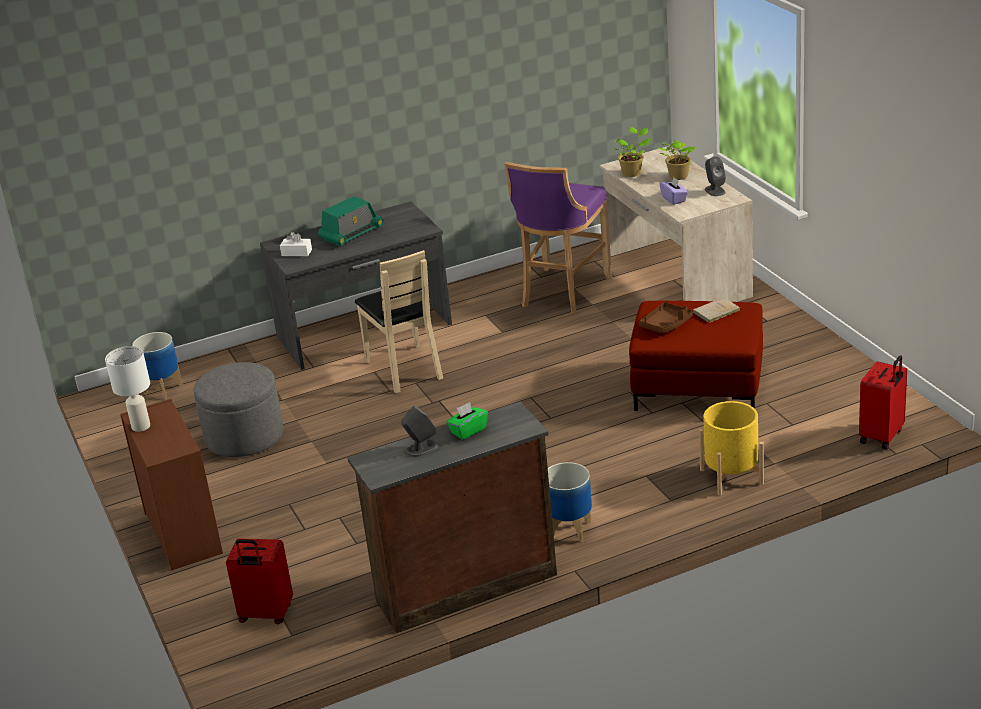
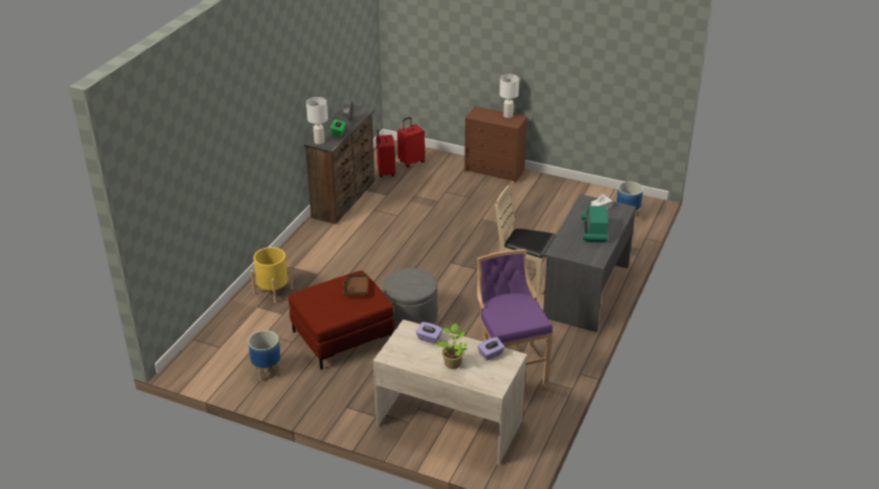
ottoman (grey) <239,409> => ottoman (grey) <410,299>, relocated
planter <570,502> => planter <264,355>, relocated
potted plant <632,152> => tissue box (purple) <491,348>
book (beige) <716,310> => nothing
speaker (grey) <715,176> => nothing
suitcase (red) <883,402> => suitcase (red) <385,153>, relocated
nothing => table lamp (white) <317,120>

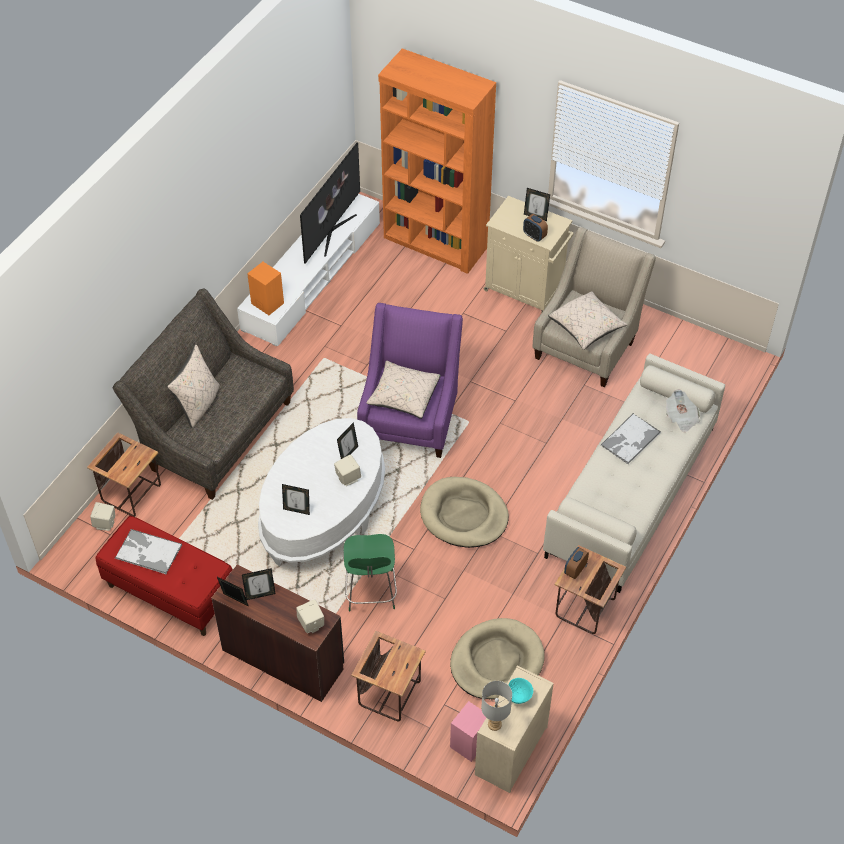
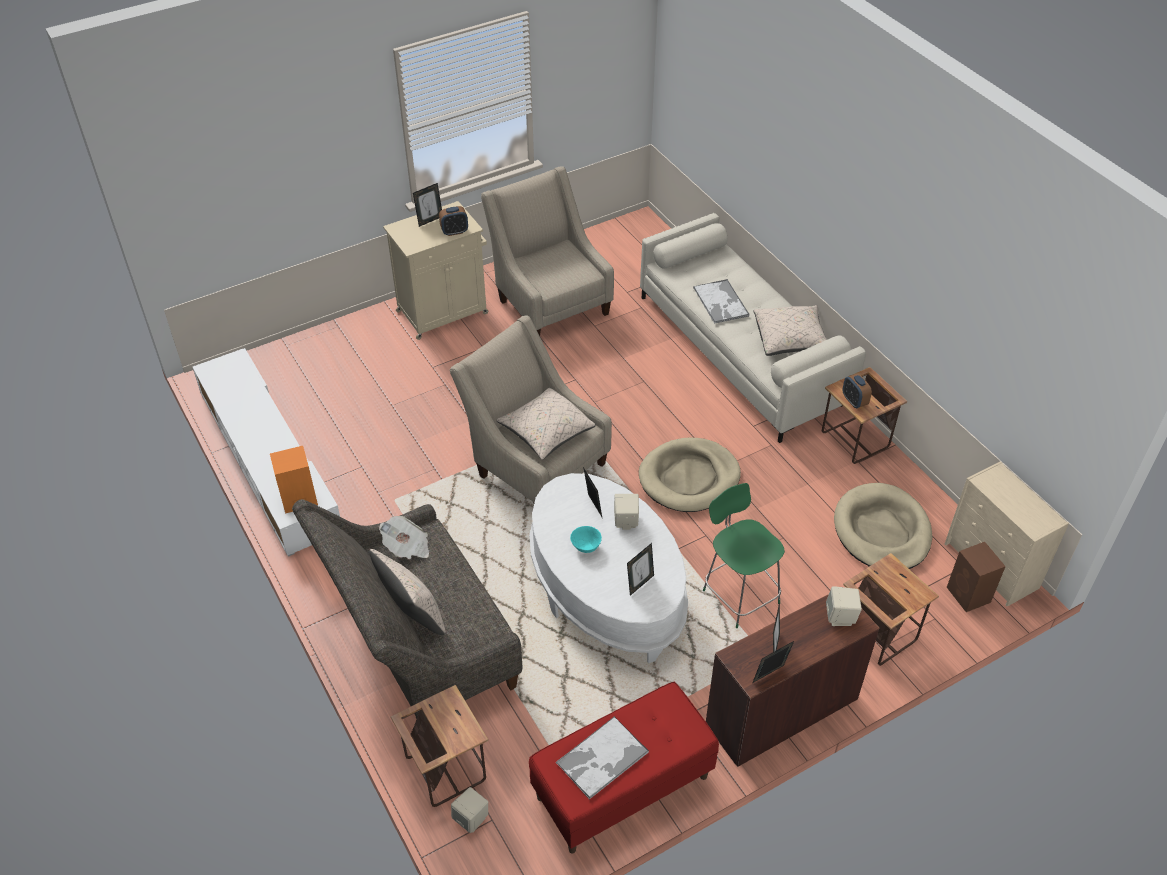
television <330,203> => nothing
chair (green) <370,572> => chair (green) <744,555>, 150 degrees counterclockwise
armchair (purple) <410,380> => armchair (beige) <531,409>
bookcase (orange) <437,161> => nothing
speaker (pink) <468,731> => speaker (brown) <976,577>
table lamp (grey) <496,706> => nothing
bowl (turquoise) <520,691> => bowl (turquoise) <586,539>, relocated
pillow (beige) <587,320> => pillow (beige) <790,330>, relocated
newspaper <683,410> => newspaper <404,537>, relocated

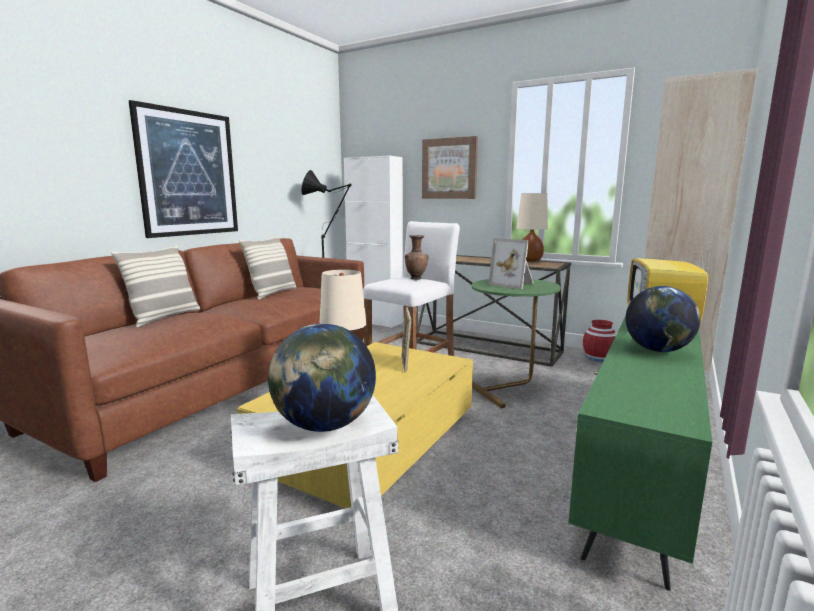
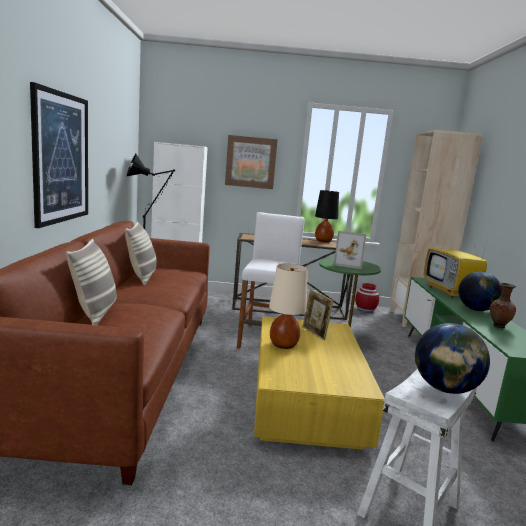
vase (brown) <417,257> => vase (brown) <503,305>, relocated
table lamp (beige) <532,227> => table lamp (black) <327,216>

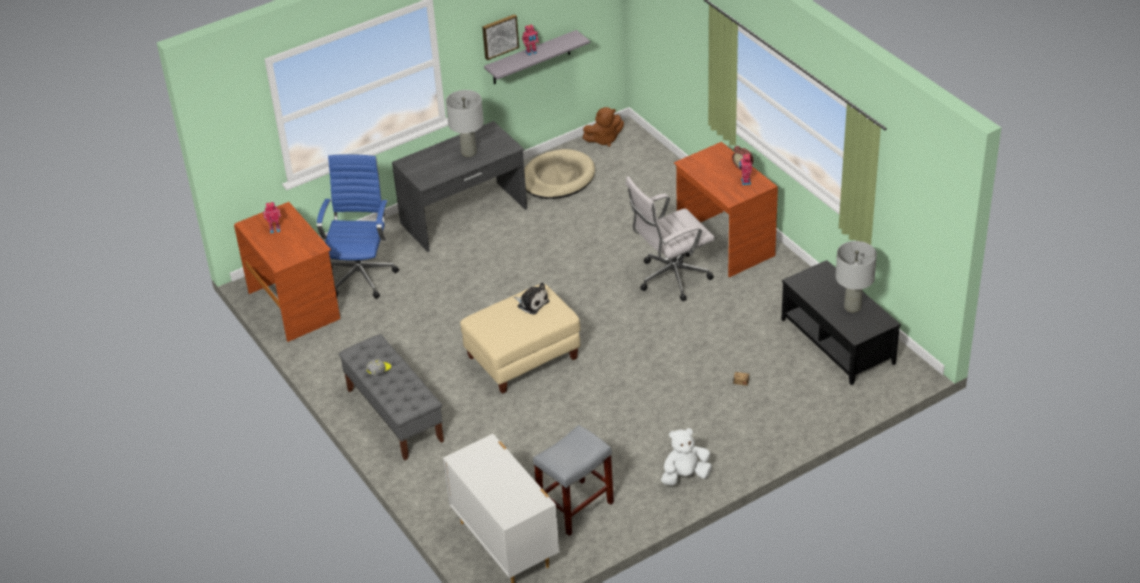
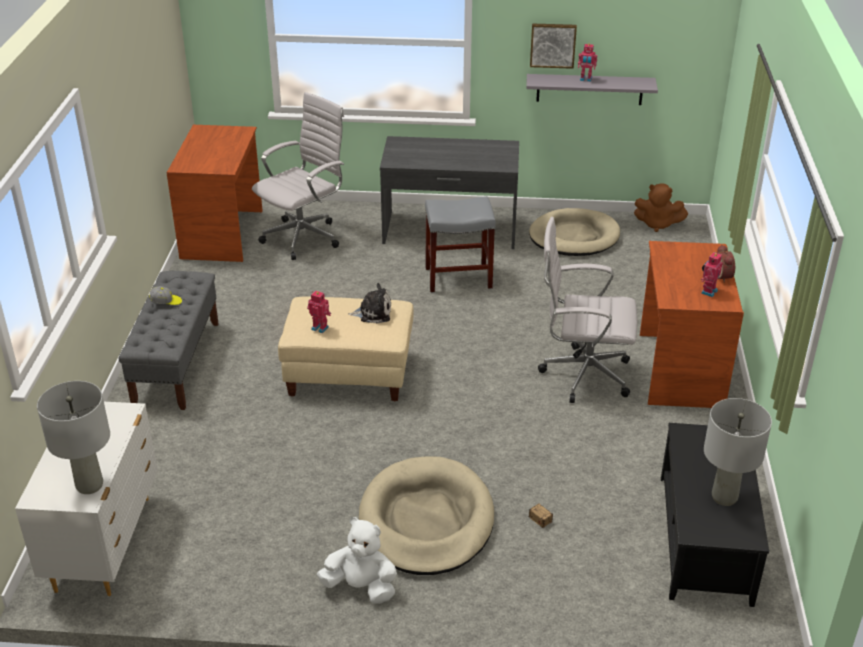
toy robot <272,217> => toy robot <319,312>, relocated
office chair (blue) <358,226> => office chair (white) <298,176>
table lamp (grey) <465,123> => table lamp (grey) <73,437>, relocated
plush toy <531,299> => plush toy <369,303>, 75 degrees counterclockwise
stool (grey) <573,480> => stool (grey) <460,244>, relocated
nothing => dog bed (beige) <426,515>

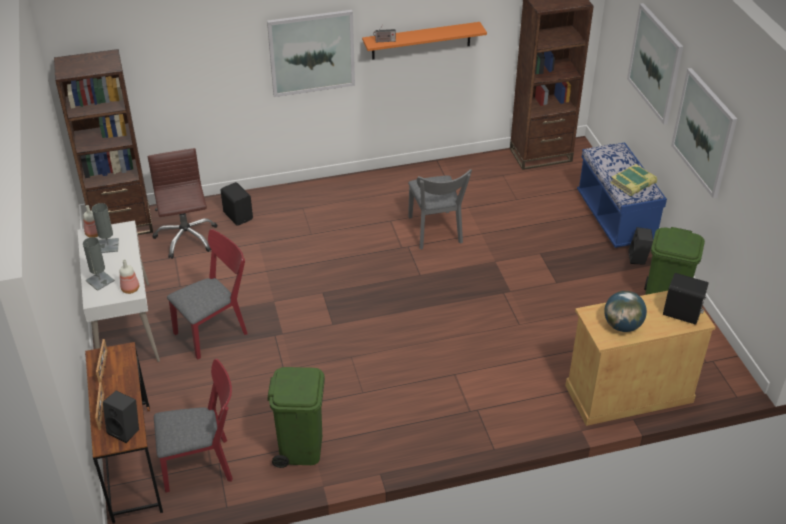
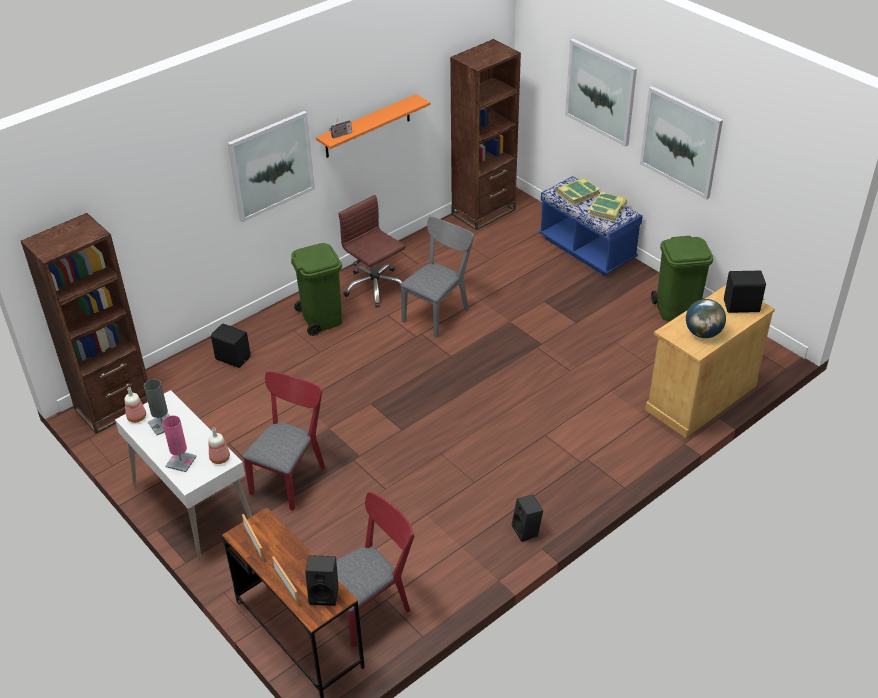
table lamp (grey) <99,264> => table lamp (pink) <180,443>
office chair (brown) <182,203> => office chair (brown) <371,251>, relocated
trash can (green) <296,417> => trash can (green) <316,289>, relocated
chair (grey) <440,209> => chair (grey) <437,277>, 105 degrees counterclockwise
speaker (black) <640,246> => speaker (black) <527,518>, relocated
nothing => book <578,191>

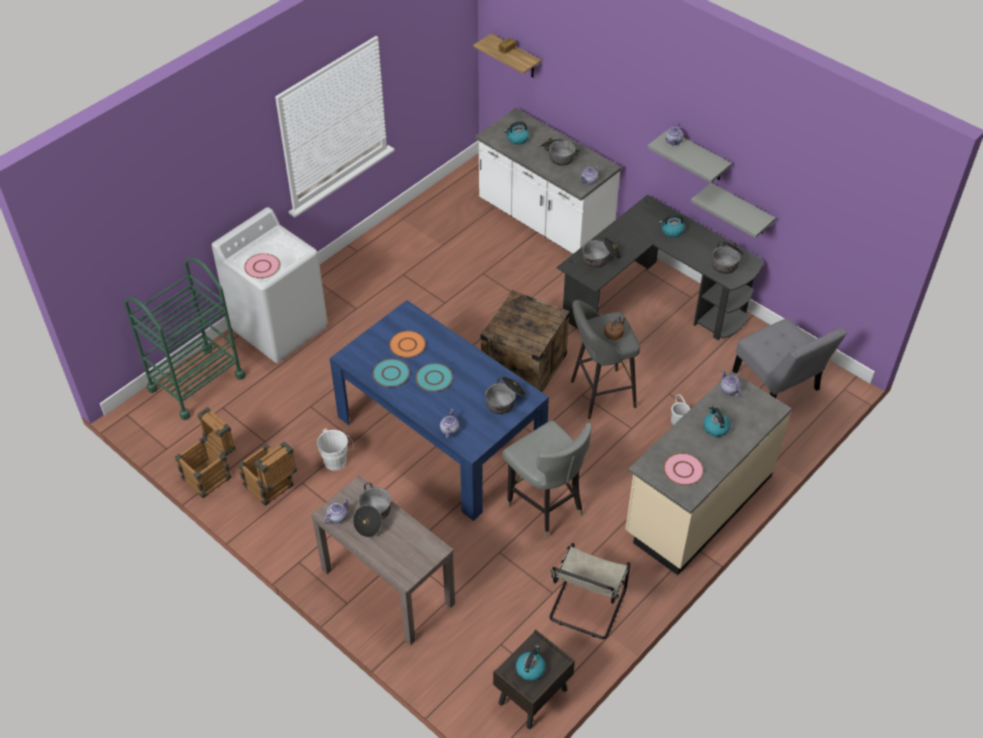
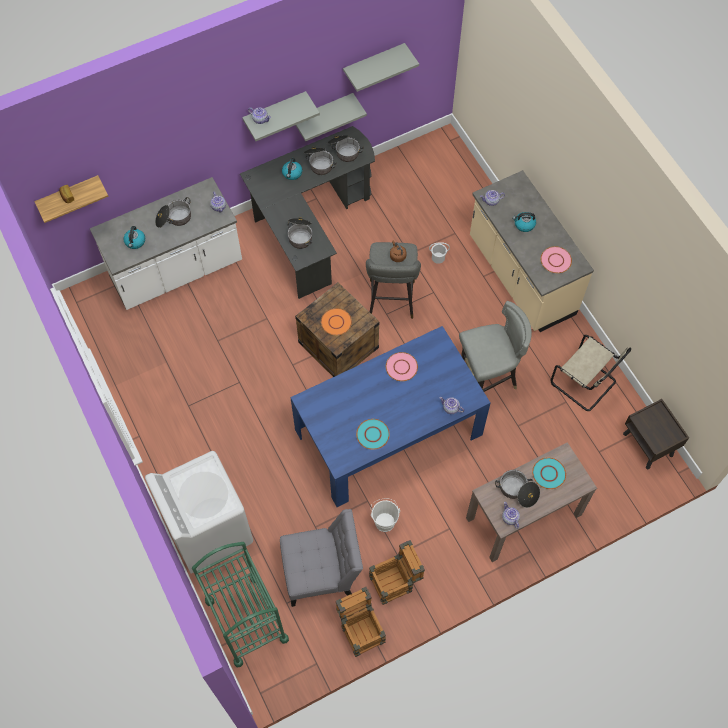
plate (pink) <262,265> => plate (pink) <402,366>, relocated
plate (orange) <407,344> => plate (orange) <336,322>, relocated
plate (turquoise) <434,377> => plate (turquoise) <549,473>, relocated
cooking pot <505,395> => cooking pot <320,160>, relocated
kettle <530,663> => nothing
chair (grey) <789,358> => chair (grey) <321,558>, relocated
nothing => shelf (grey) <381,67>

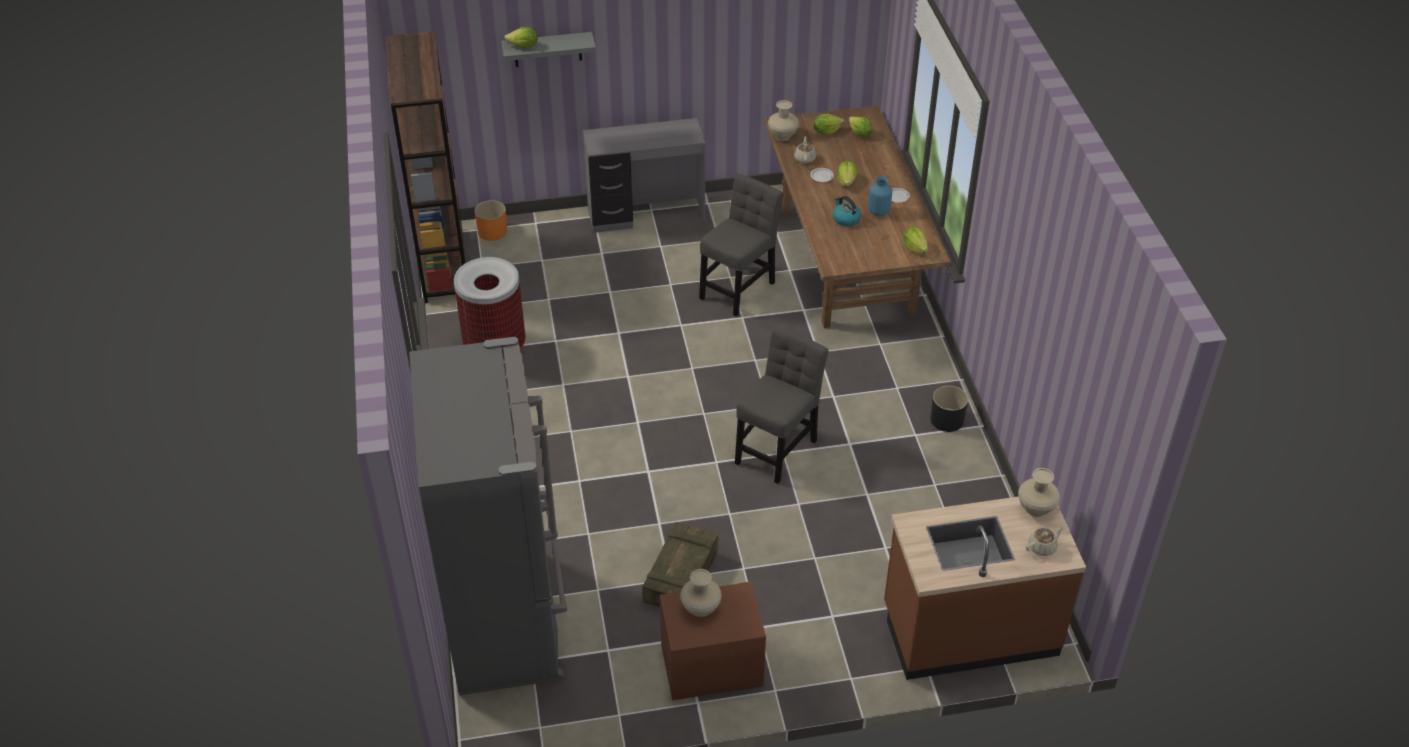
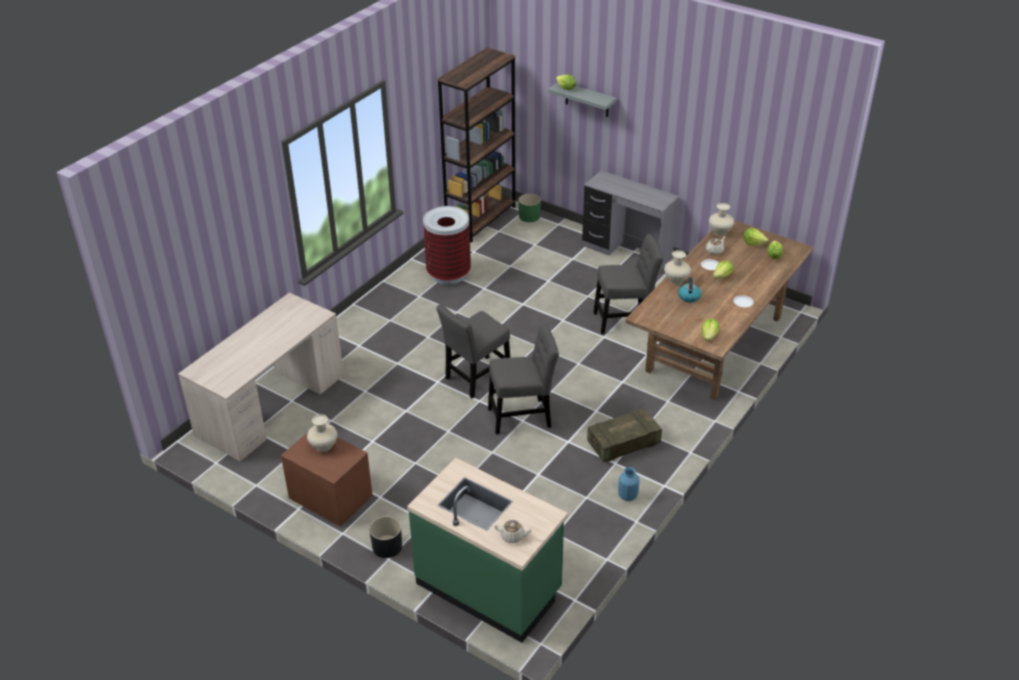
fridge (grey) <488,516> => desk (beige) <261,377>
planter (orange) <491,220> => planter (green) <529,208>
crate <680,564> => crate <624,435>, relocated
vase (blue) <880,196> => vase (blue) <628,484>, relocated
counter (brown) <985,588> => counter (green) <487,550>
planter (black) <949,409> => planter (black) <385,537>, relocated
vase (beige) <1039,492> => vase (beige) <677,267>, relocated
nothing => chair (grey) <473,351>

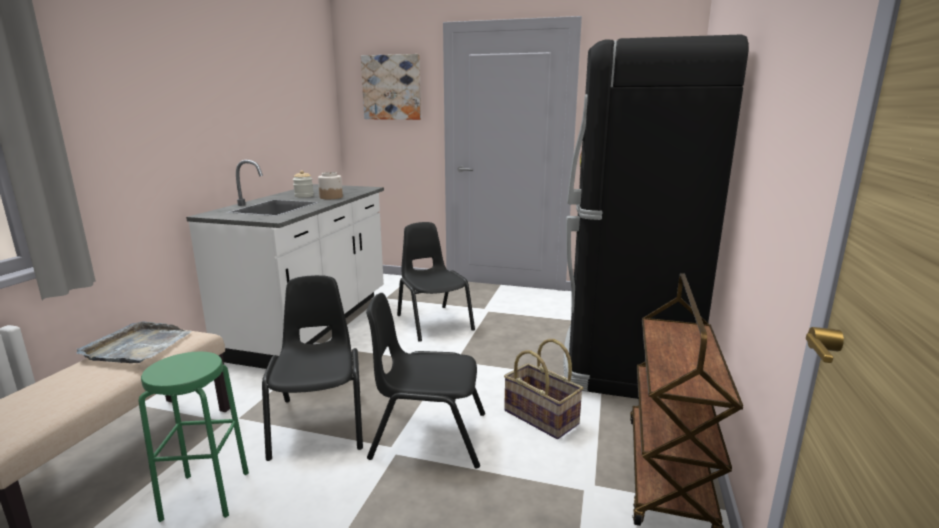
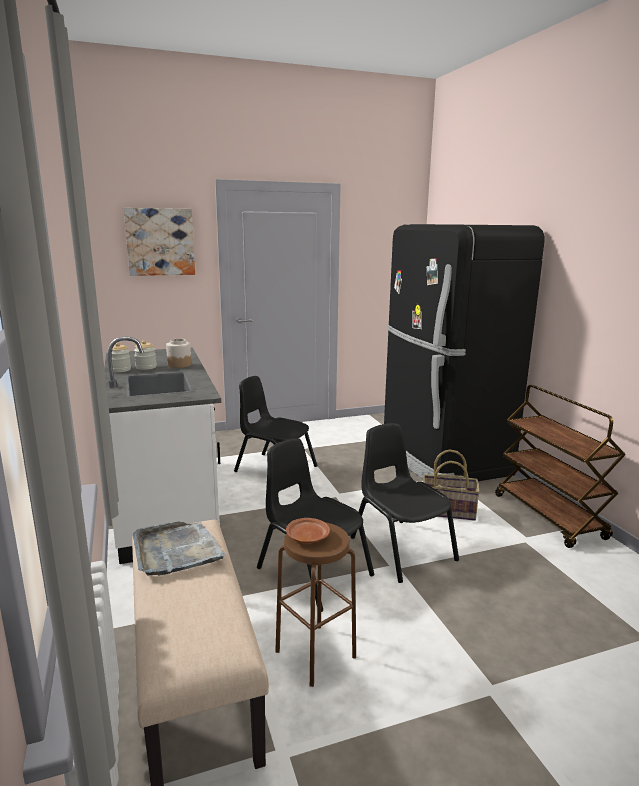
stool (green) <193,436> => stool (brown) <315,604>
chair (black) <425,380> => chair (black) <404,503>, 90 degrees clockwise
nothing => jar <119,357>
nothing => plate (brown) <308,531>

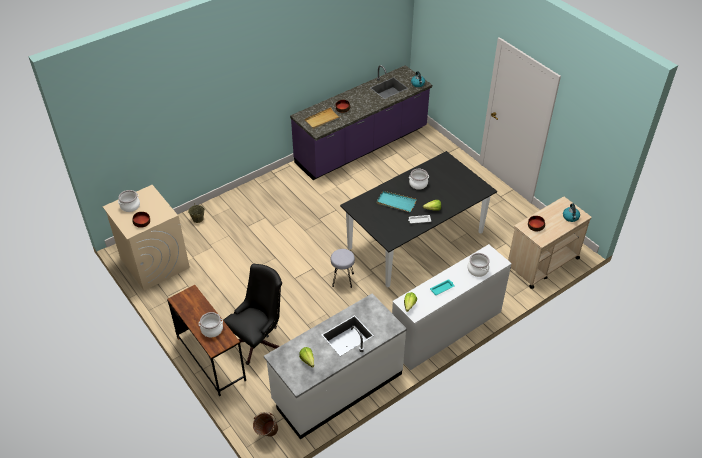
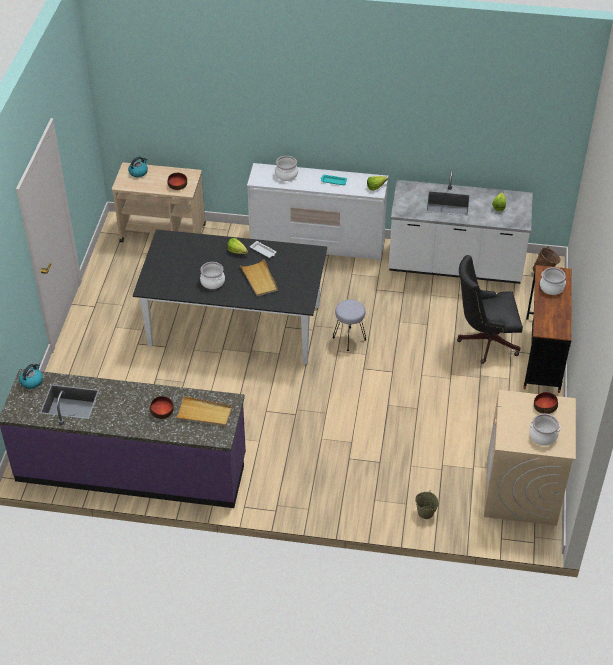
tray (turquoise) <397,201> => tray (beige) <259,277>

